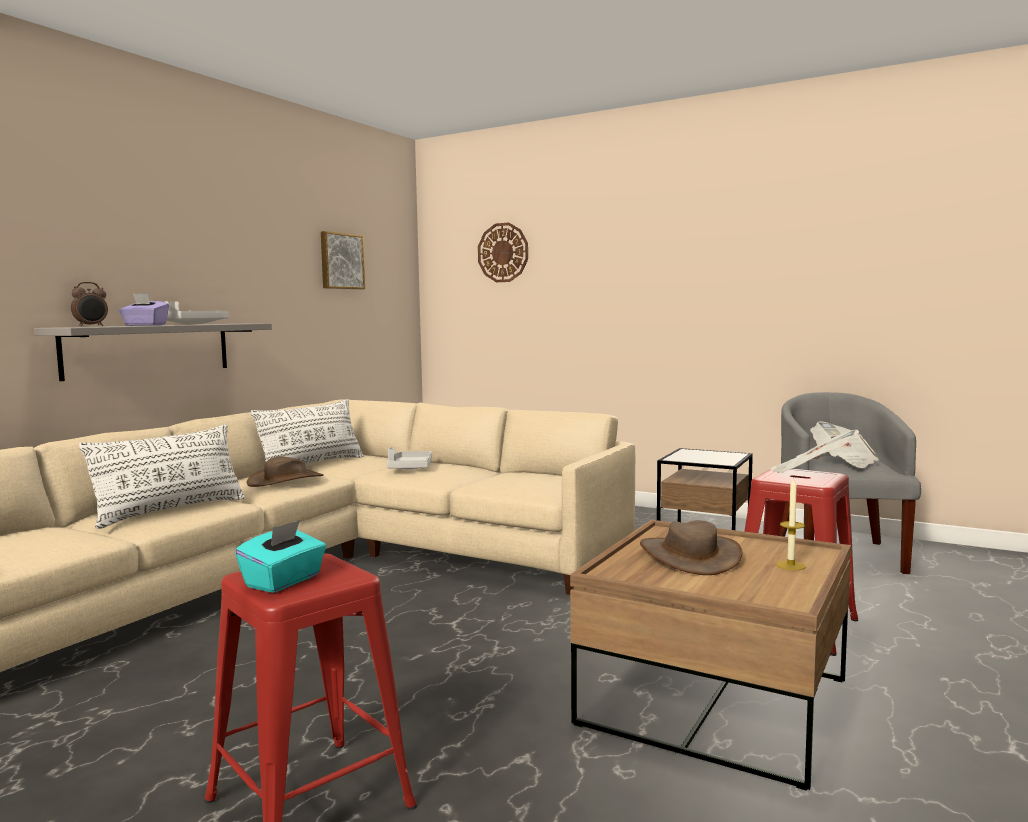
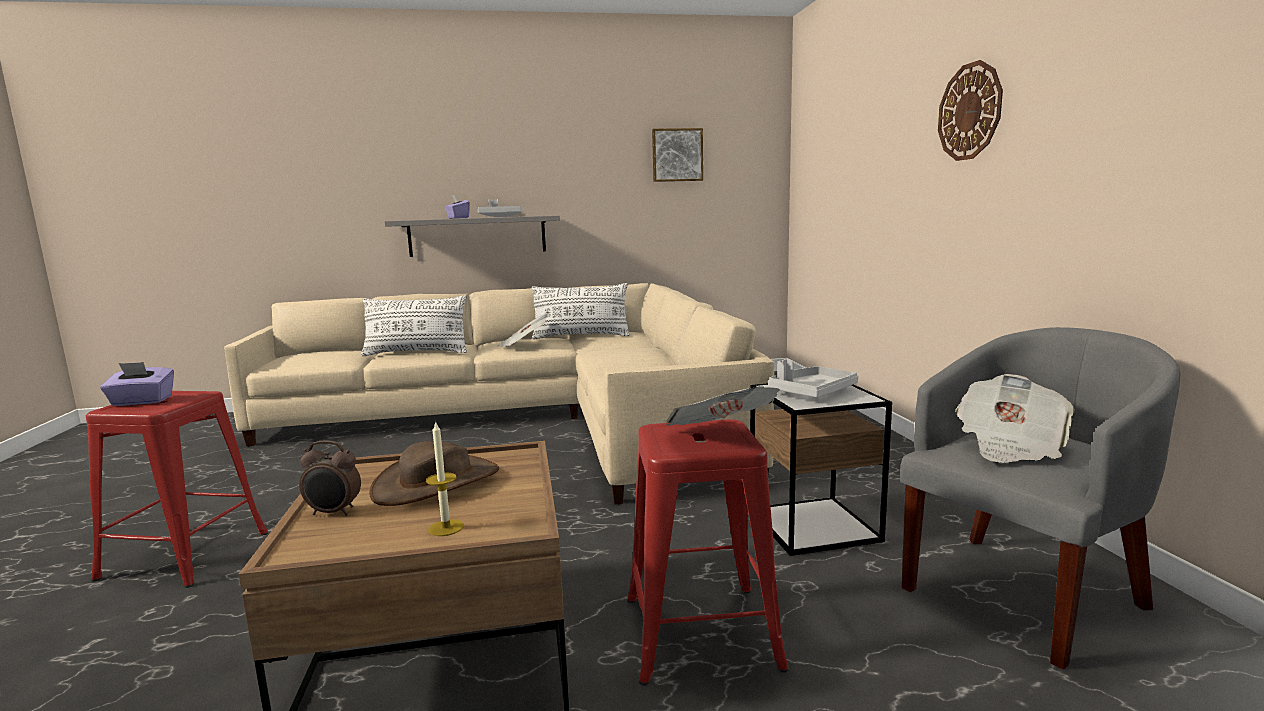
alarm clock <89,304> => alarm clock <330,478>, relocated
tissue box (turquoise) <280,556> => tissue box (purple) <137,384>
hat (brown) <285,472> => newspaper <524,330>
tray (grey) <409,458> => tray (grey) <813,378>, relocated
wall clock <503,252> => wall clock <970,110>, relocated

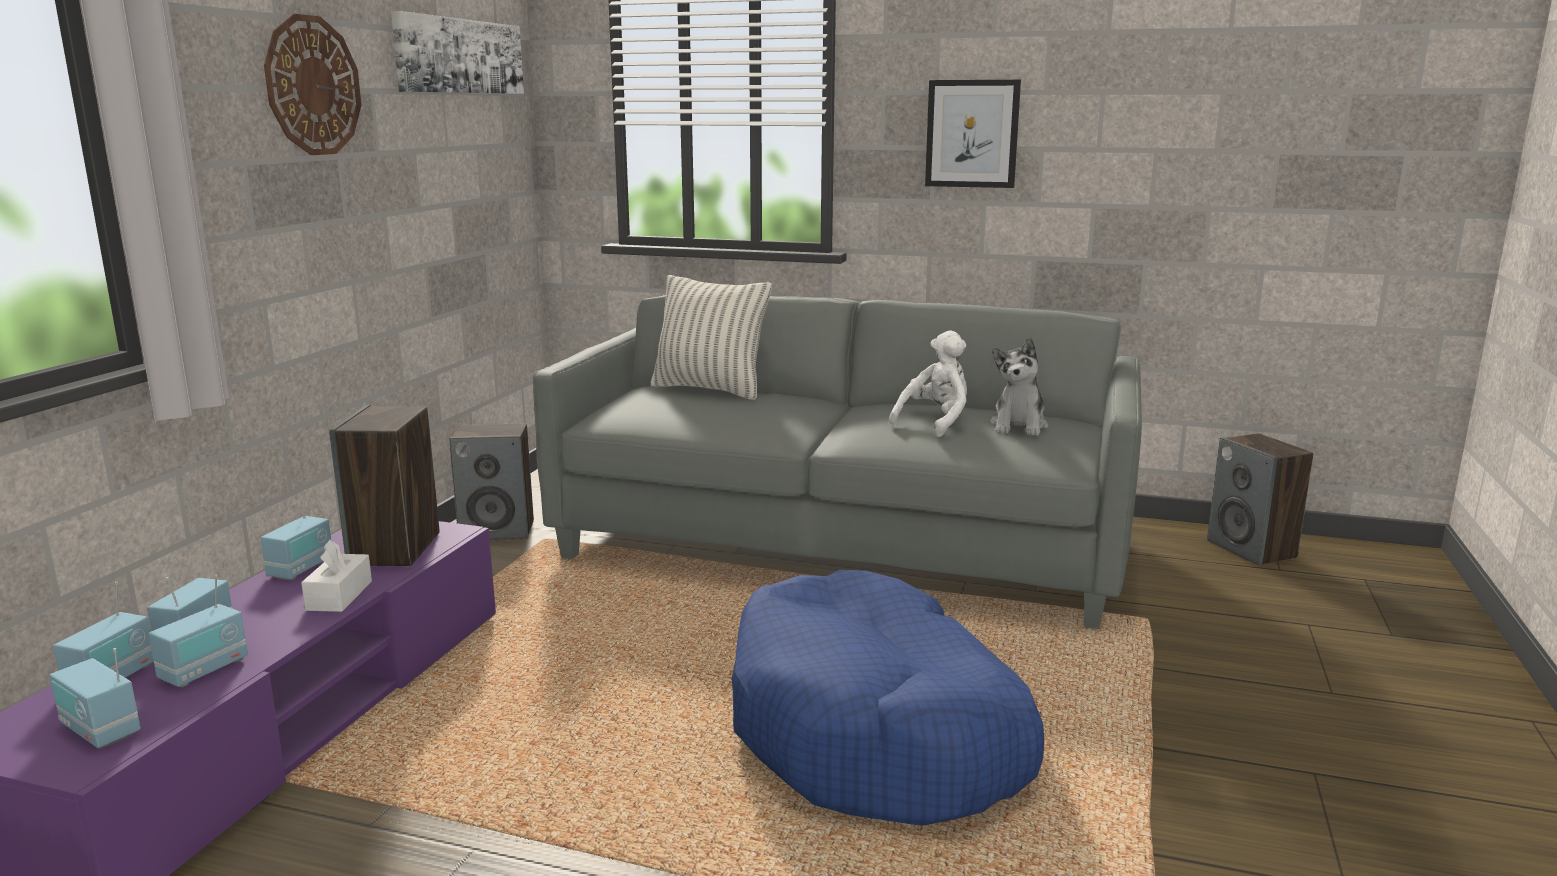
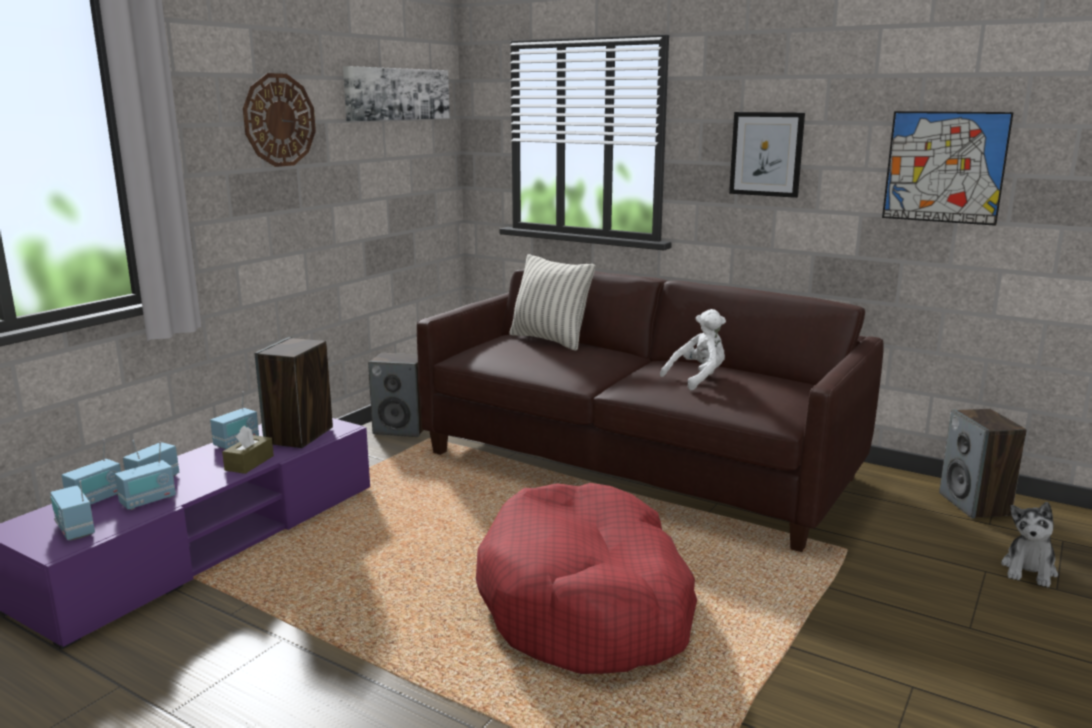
tissue box (white) <336,576> => tissue box (brown) <248,449>
sofa (grey) <837,462> => sofa (brown) <650,410>
dog bed (blue) <887,698> => dog bed (red) <586,578>
plush toy <1019,387> => plush toy <1029,544>, relocated
nothing => picture <948,168>

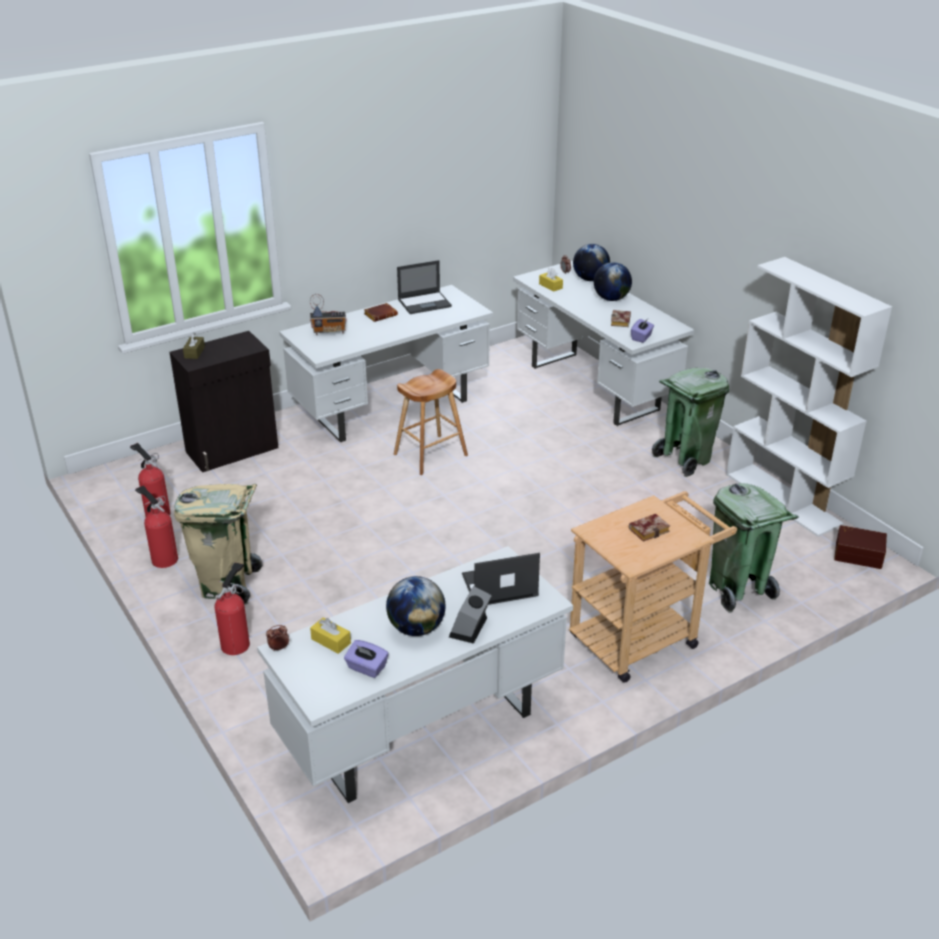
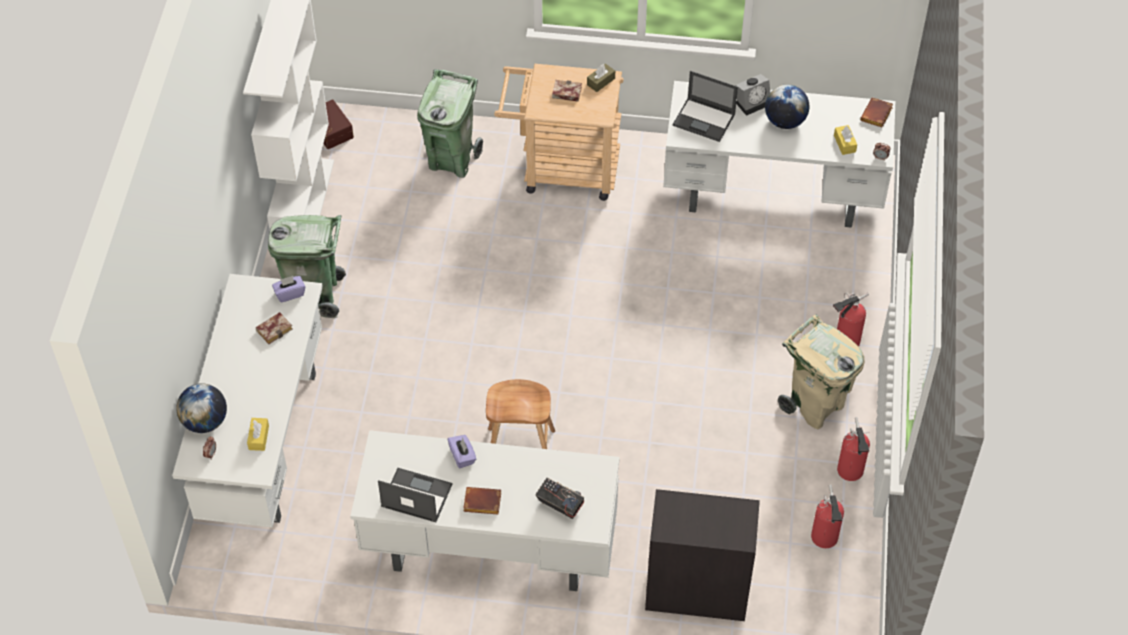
tissue box (brown) <194,346> => tissue box (brown) <601,78>, relocated
tissue box (purple) <366,659> => tissue box (purple) <461,451>, relocated
globe <613,281> => nothing
nothing => book (brown) <876,112>

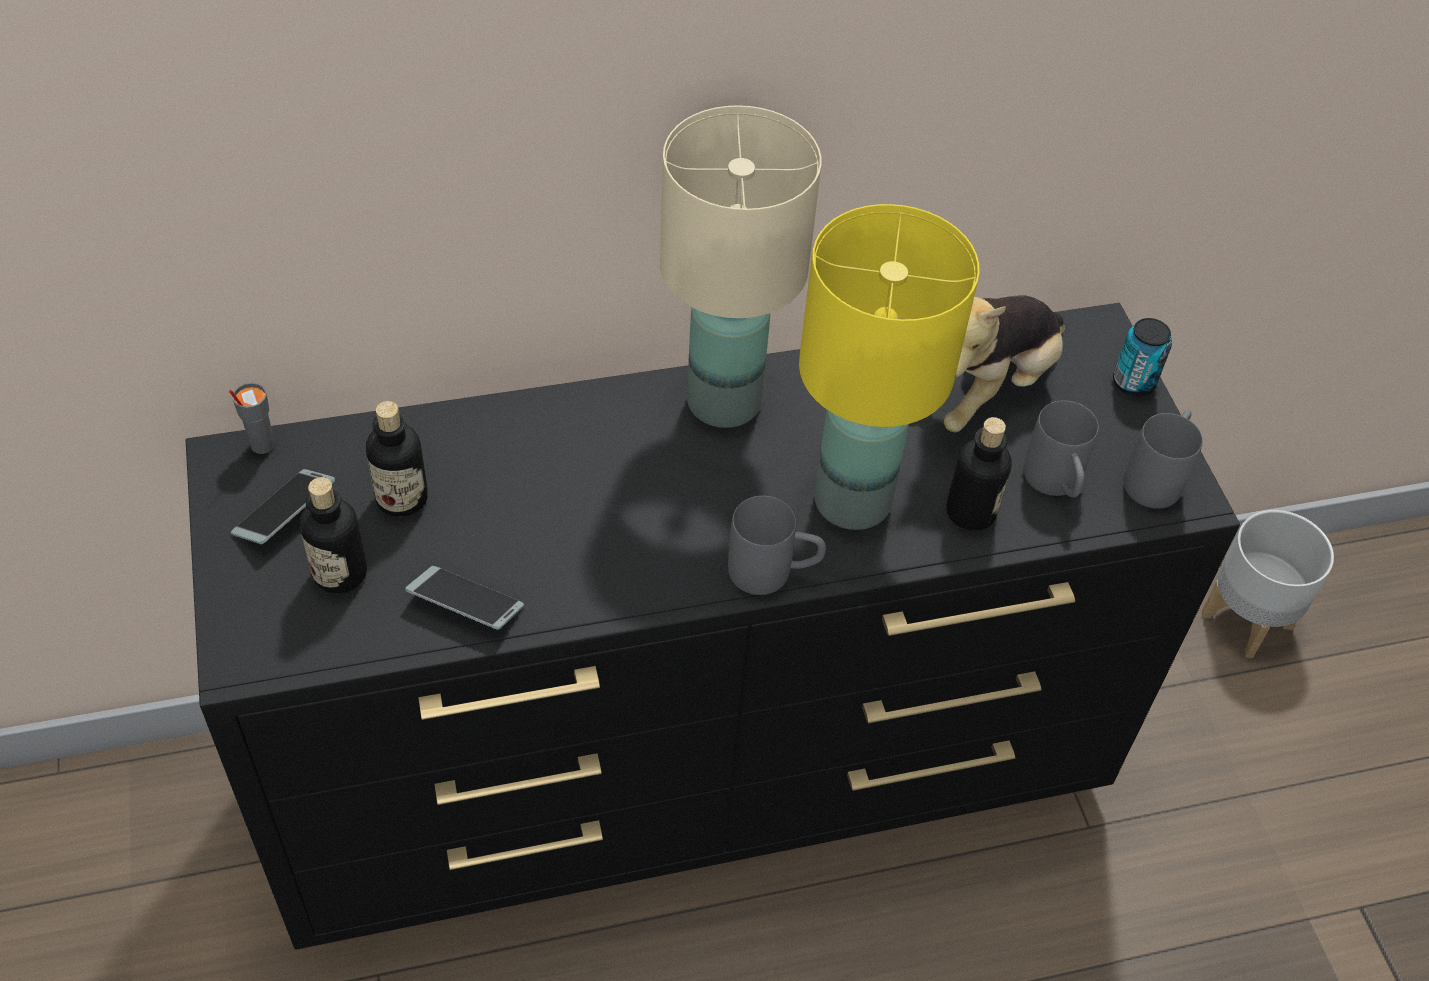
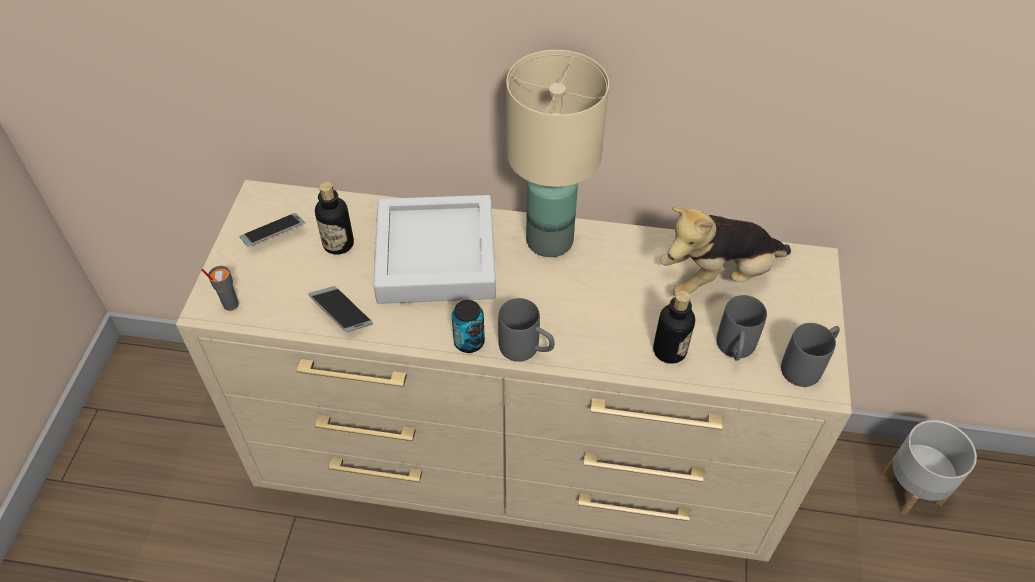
dresser (black) <713,626> => dresser (beige) <514,371>
cup (grey) <252,418> => cup (grey) <220,288>, relocated
bottle <333,535> => nothing
table lamp (yellow) <889,367> => nothing
can <1142,357> => can <468,326>, relocated
nothing => tray (grey) <434,249>

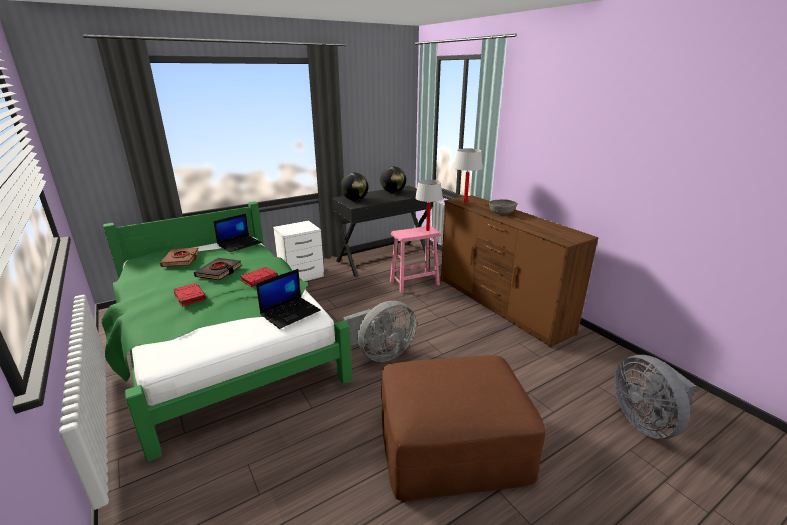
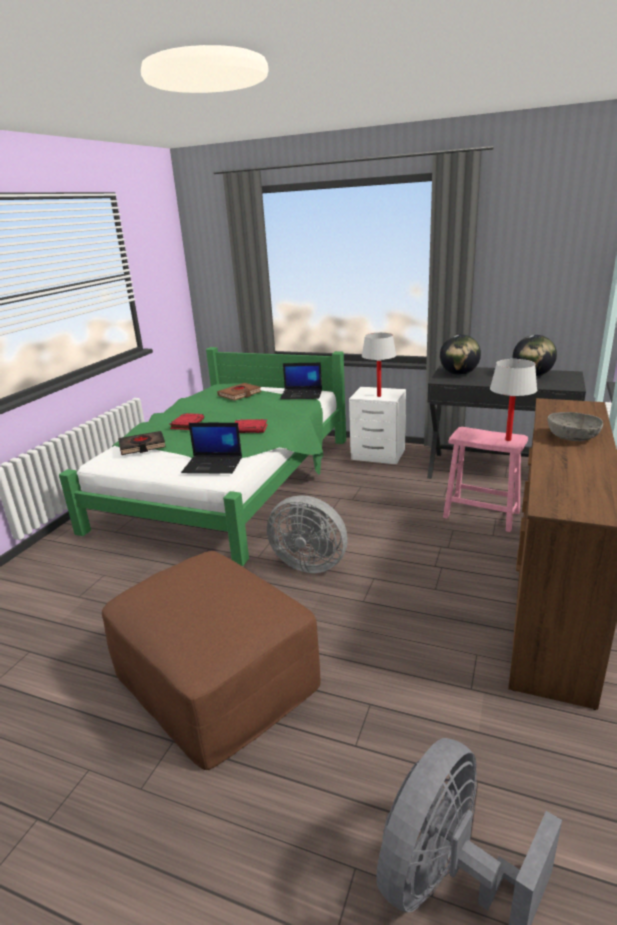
book (black) <218,269> => book (black) <142,443>, relocated
table lamp (white) <468,175> => table lamp (white) <379,365>, relocated

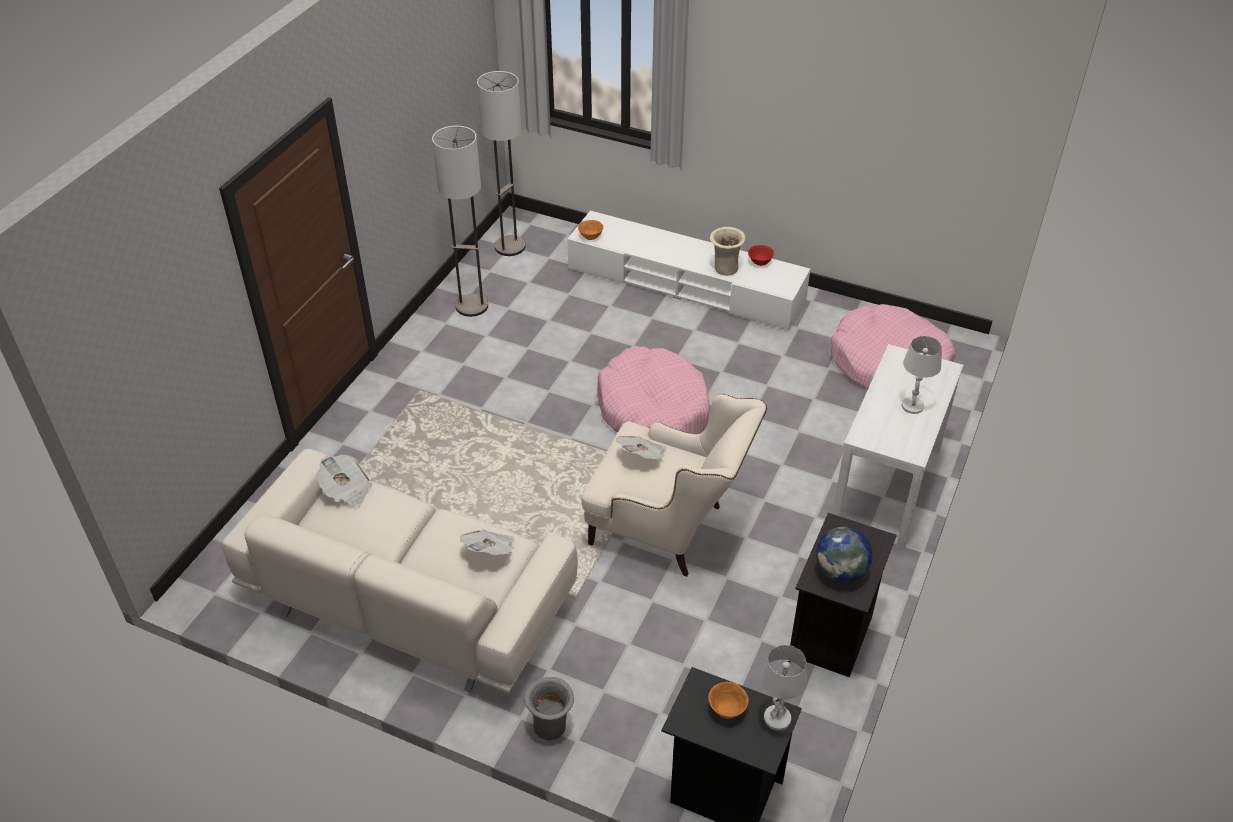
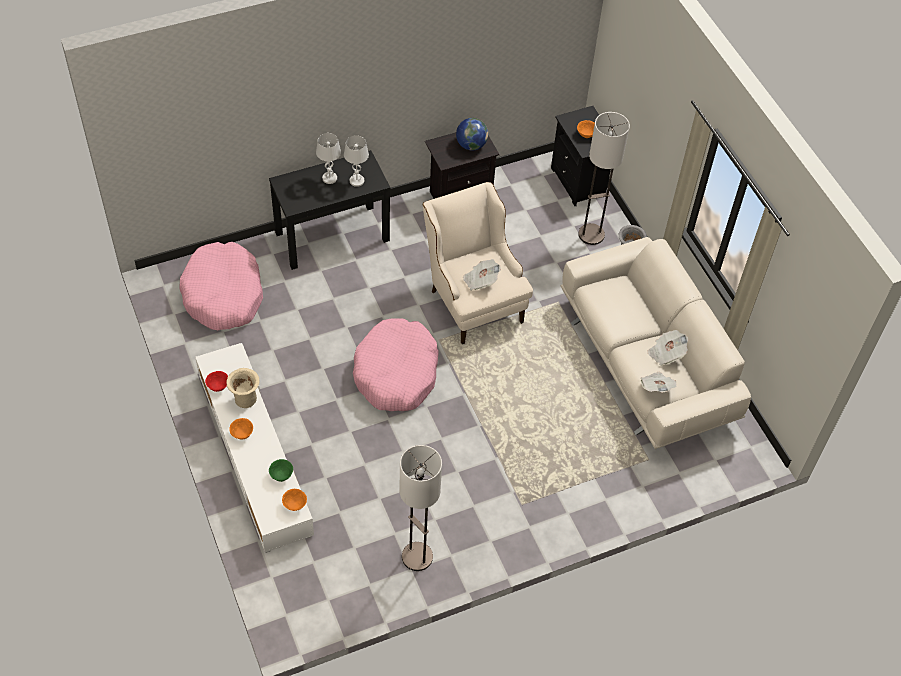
newspaper <487,542> => newspaper <668,348>, relocated
floor lamp <501,163> => floor lamp <604,178>, relocated
table lamp (white) <784,688> => table lamp (white) <356,161>, relocated
console table (white) <897,446> => console table (black) <330,210>
nothing => bowl (orange) <241,429>
nothing => bowl (green) <281,470>

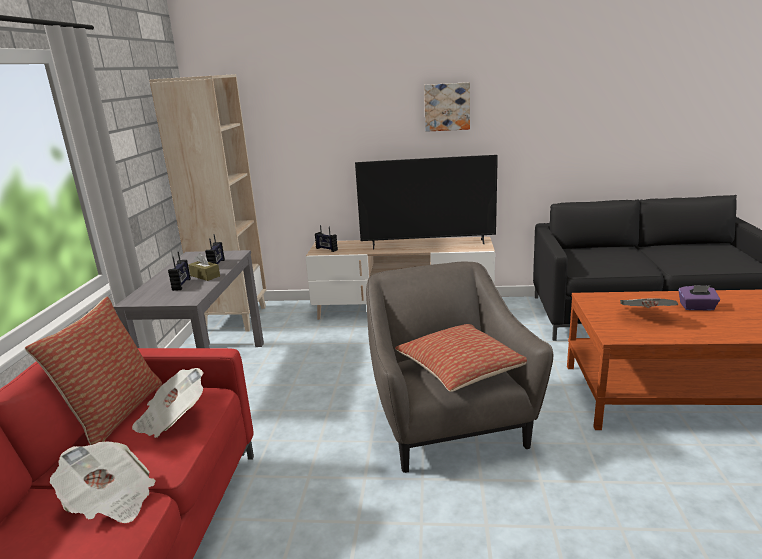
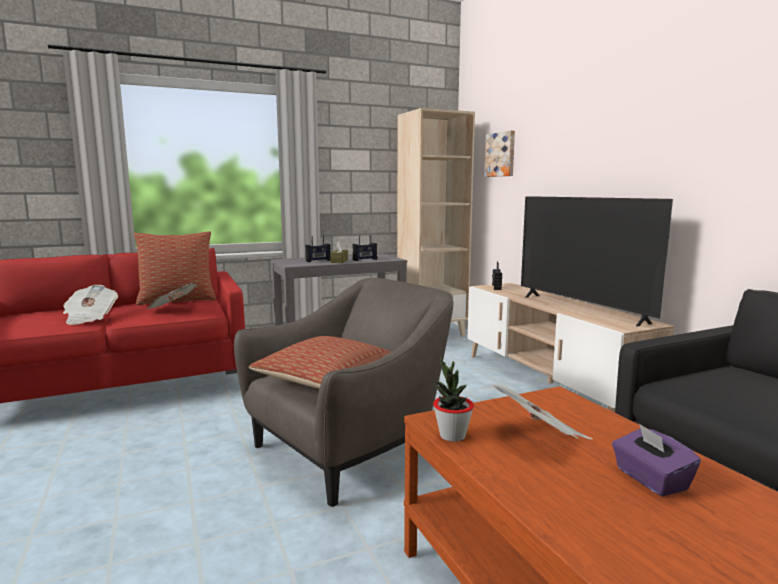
picture <447,107> => picture <499,153>, relocated
nothing => potted plant <453,400>

